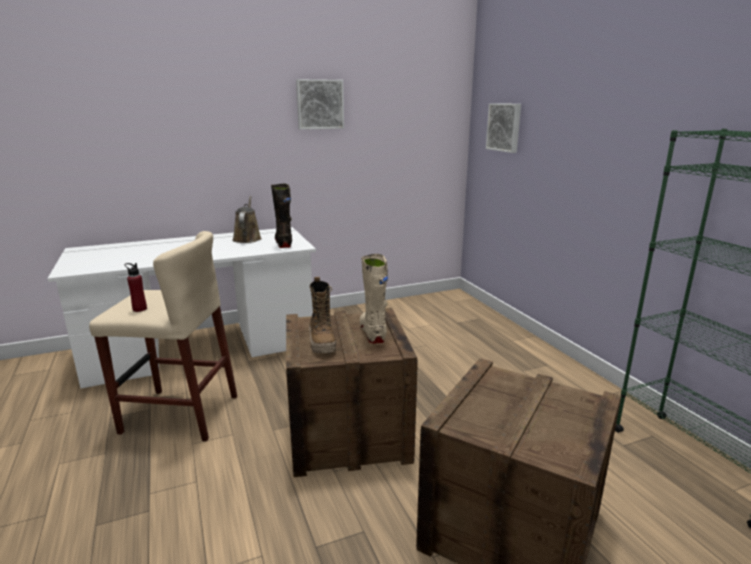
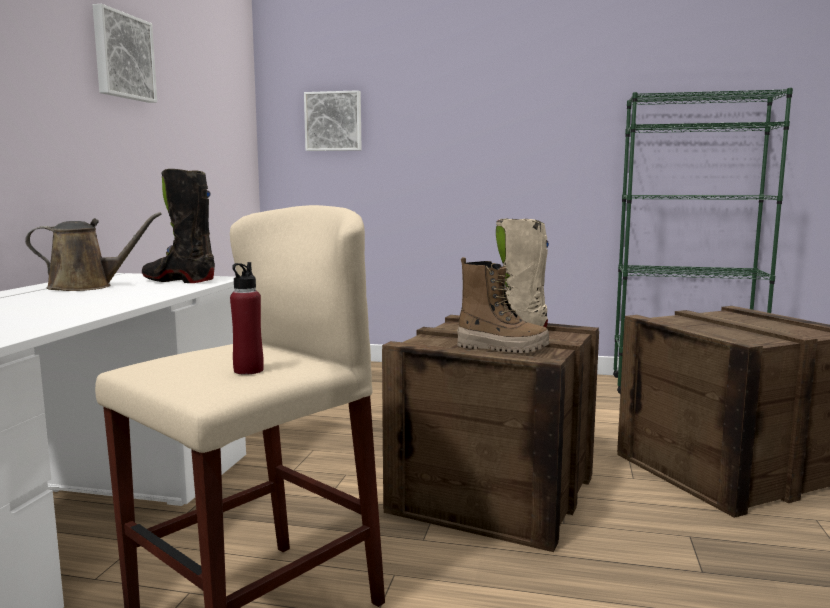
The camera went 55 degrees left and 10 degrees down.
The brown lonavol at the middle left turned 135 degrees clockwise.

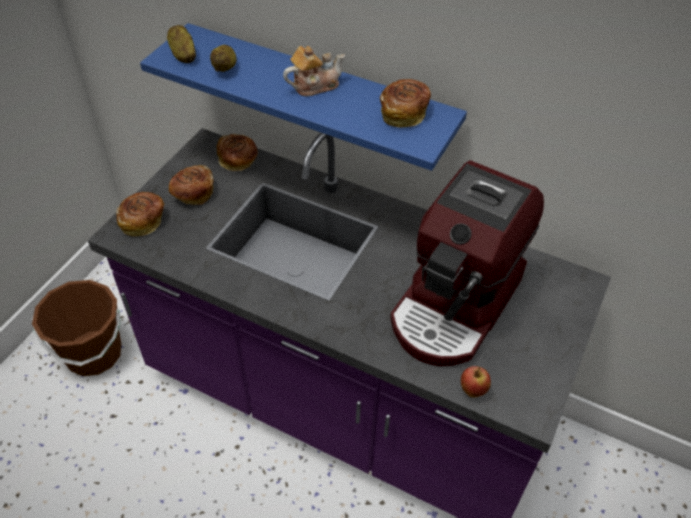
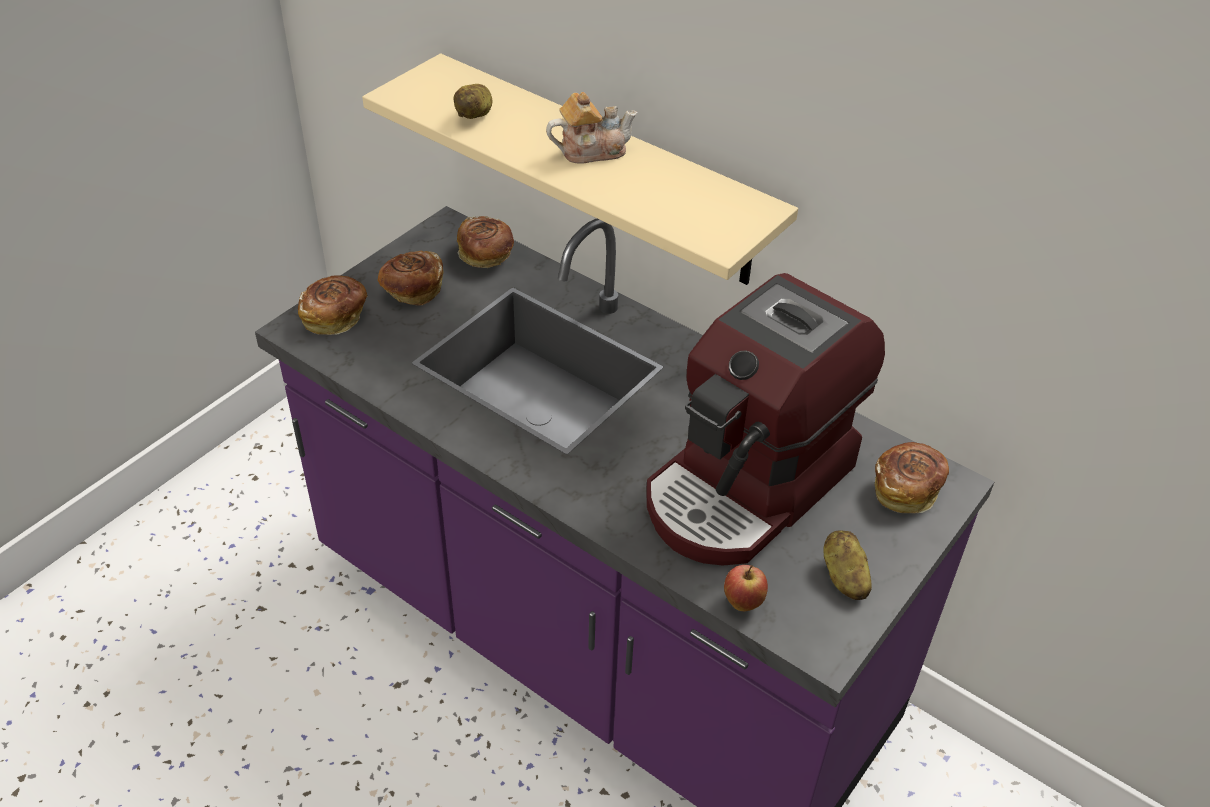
The camera went 10 degrees right and 5 degrees down.
The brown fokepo at the middle left disappeared.
The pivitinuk (1st from left in the first image) moved from the top left to the bottom right.
The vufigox (4th from left) moved from the top centre to the middle right.
The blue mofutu at the top centre became the beige mofutu at the top centre.

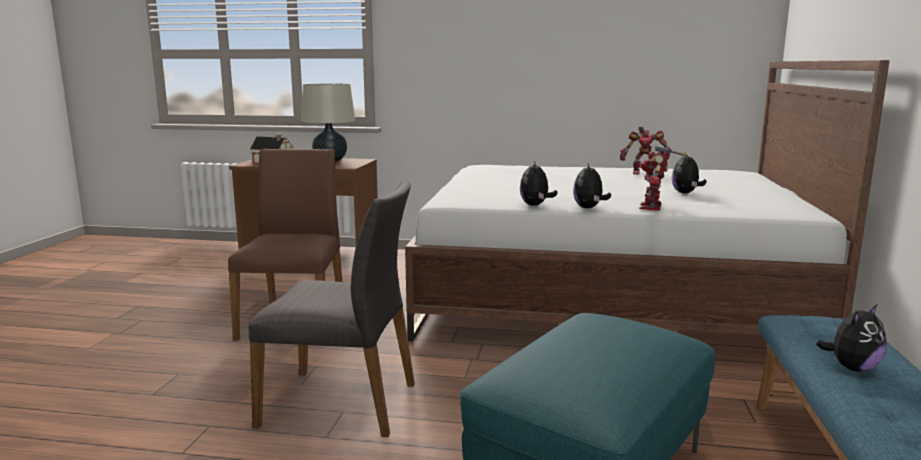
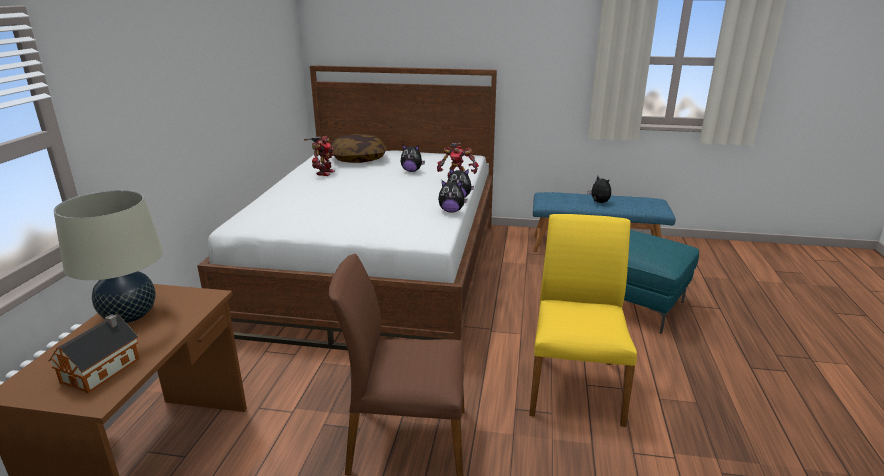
The camera went 90 degrees left and 10 degrees up.
The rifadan at the top centre appeared.
The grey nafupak at the bottom centre became the yellow nafupak at the bottom centre.

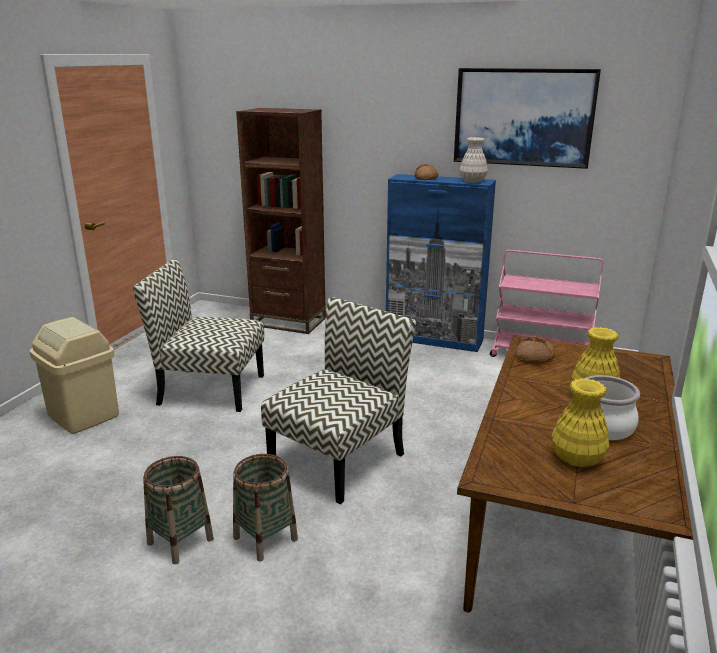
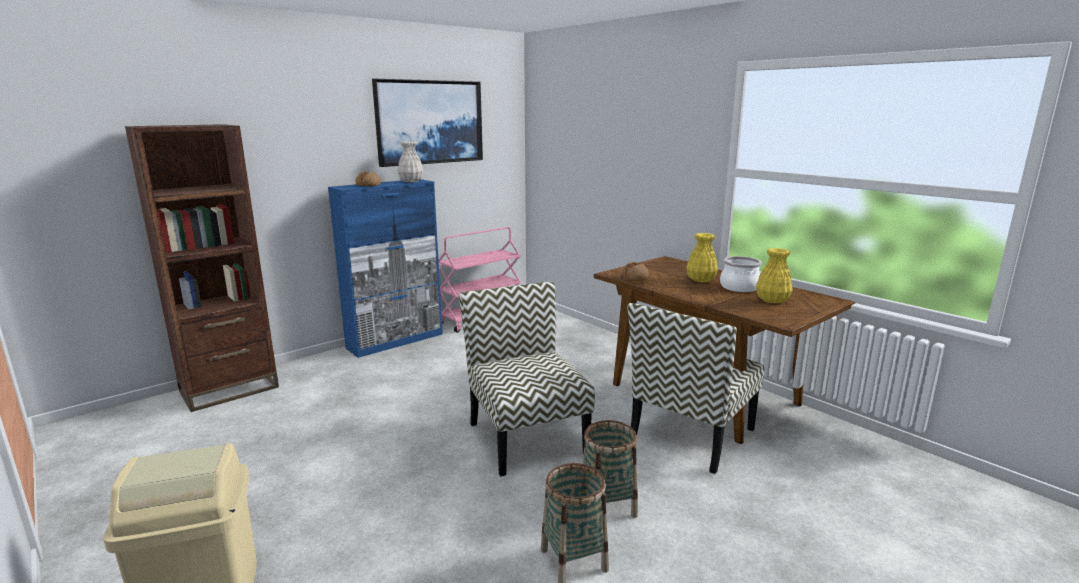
The camera went 60 degrees left and 5 degrees down.
The nafupak (1st from left in the first image) moved from the middle left to the centre.

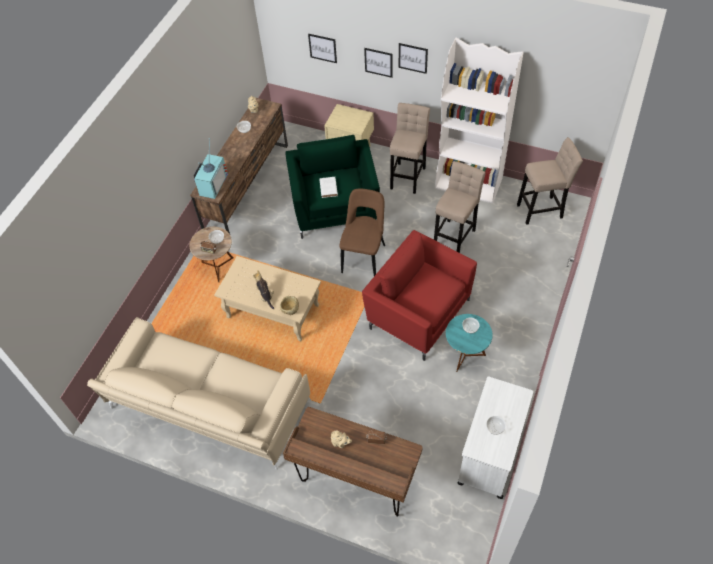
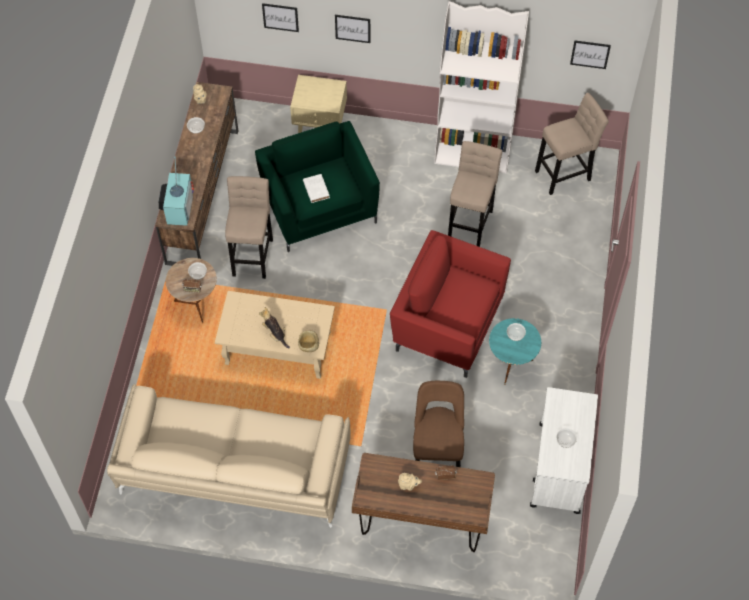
The camera went 15 degrees left and 5 degrees up.
The brown nafupak moved from the centre to the bottom centre.
The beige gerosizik (1st from left) moved from the top centre to the middle left.
The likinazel (3rd from left) moved from the top centre to the top right.

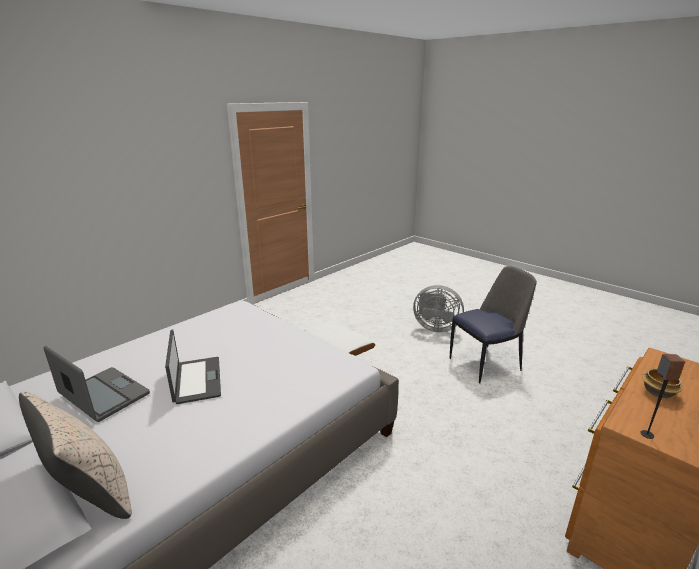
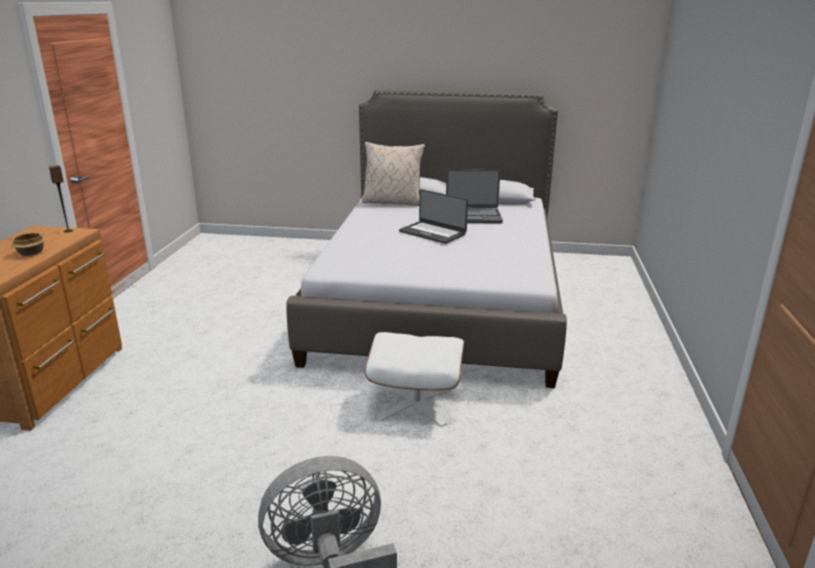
The camera went 145 degrees right and 0 degrees up.
The nafupak at the middle right disappeared.

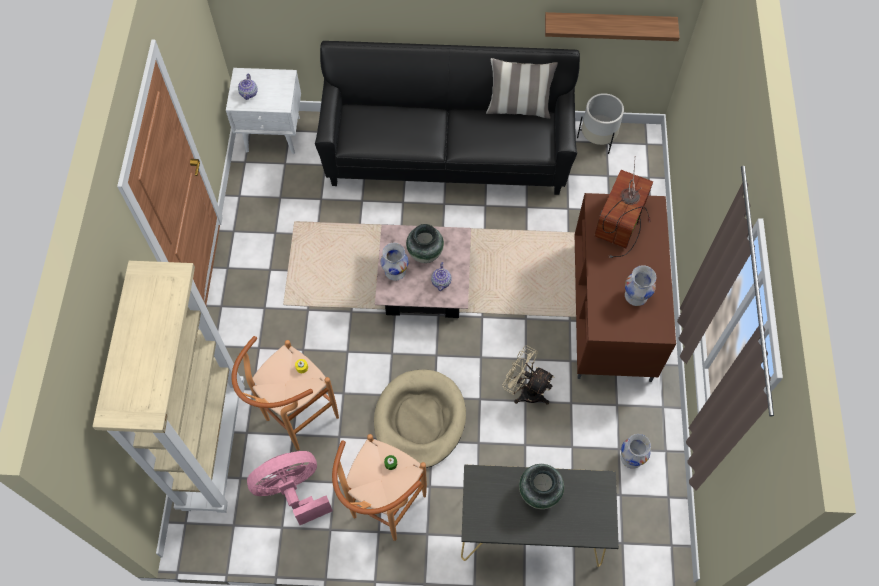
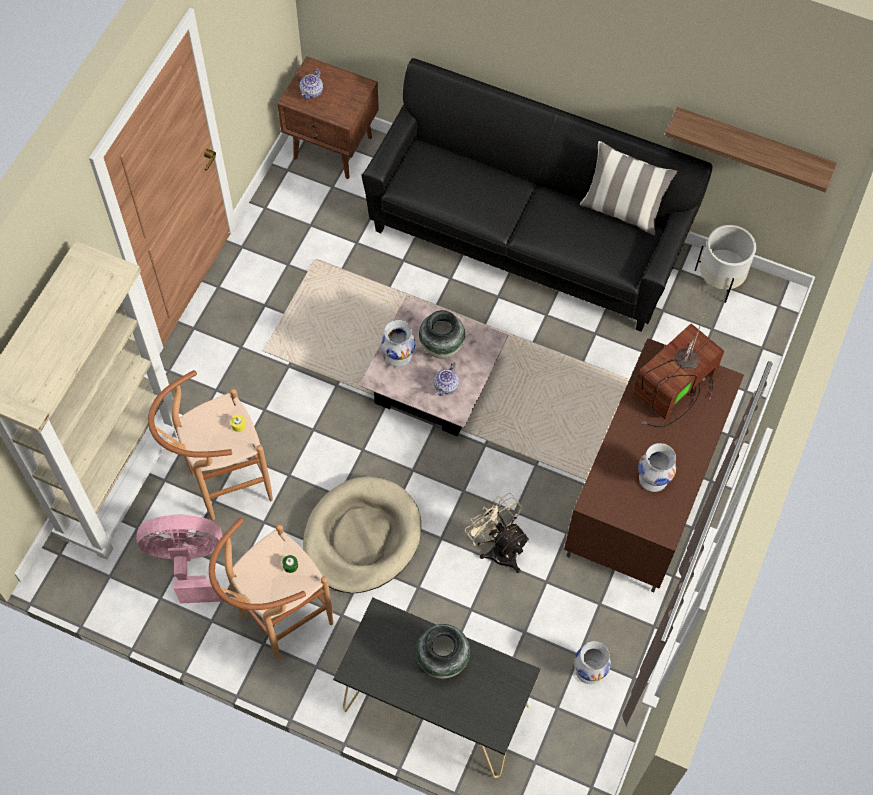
The camera went 20 degrees right and 0 degrees up.
The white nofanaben at the top left became the brown nofanaben at the top centre.

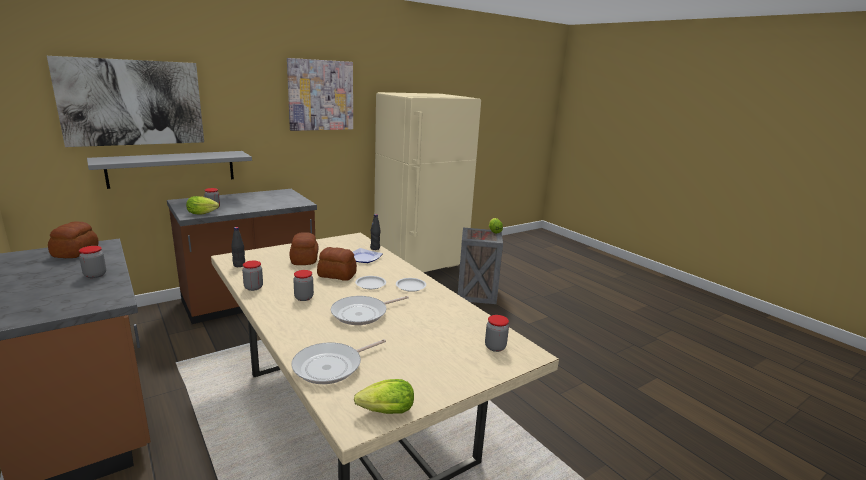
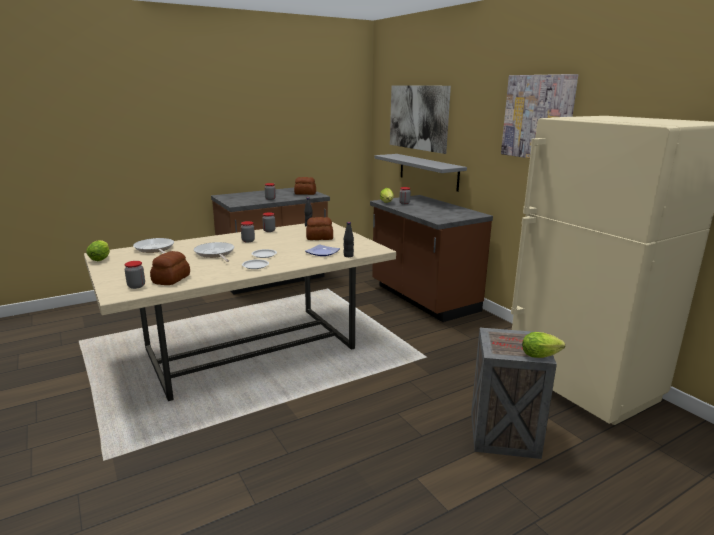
The camera went 95 degrees right and 0 degrees up.
The vufigox (3rd from left in the first image) moved from the centre to the middle left.

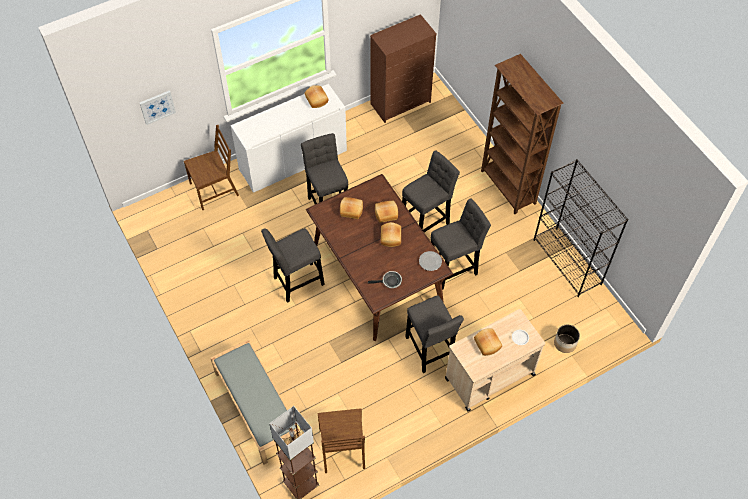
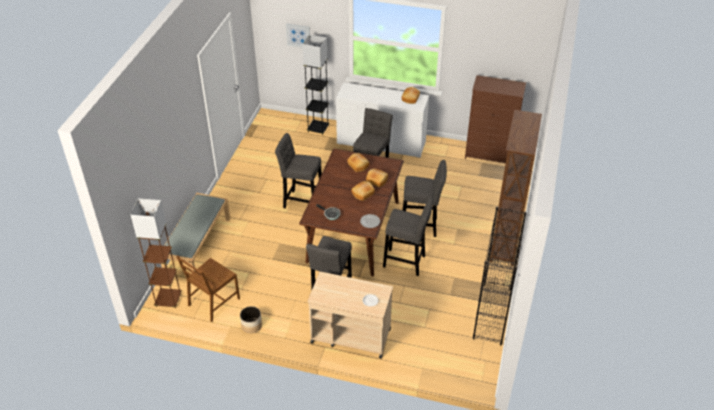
The camera went 45 degrees right and 15 degrees down.
The vufigox (5th from left) at the bottom centre disappeared.
The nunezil moved from the bottom right to the bottom centre.
The brown nafupak (1st from left) at the middle left was replaced by the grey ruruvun at the top centre.

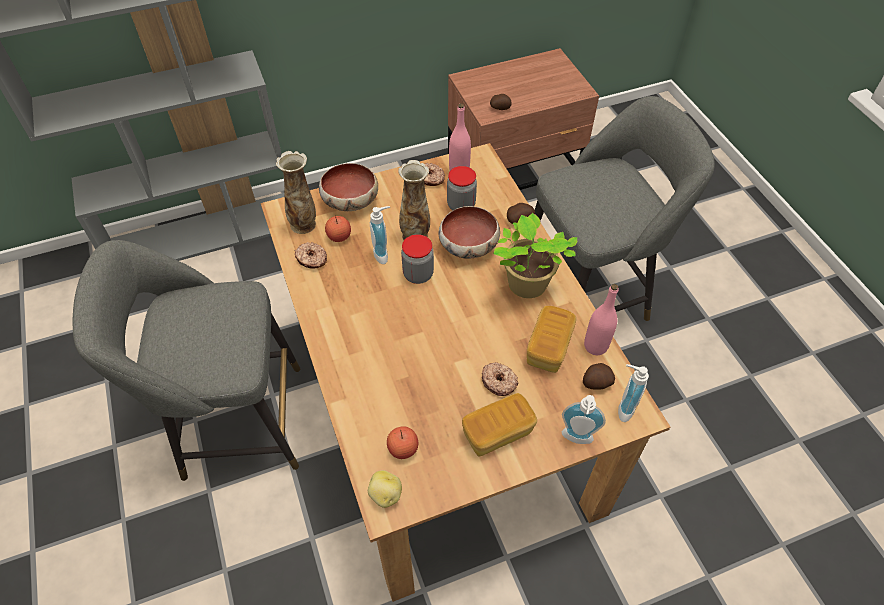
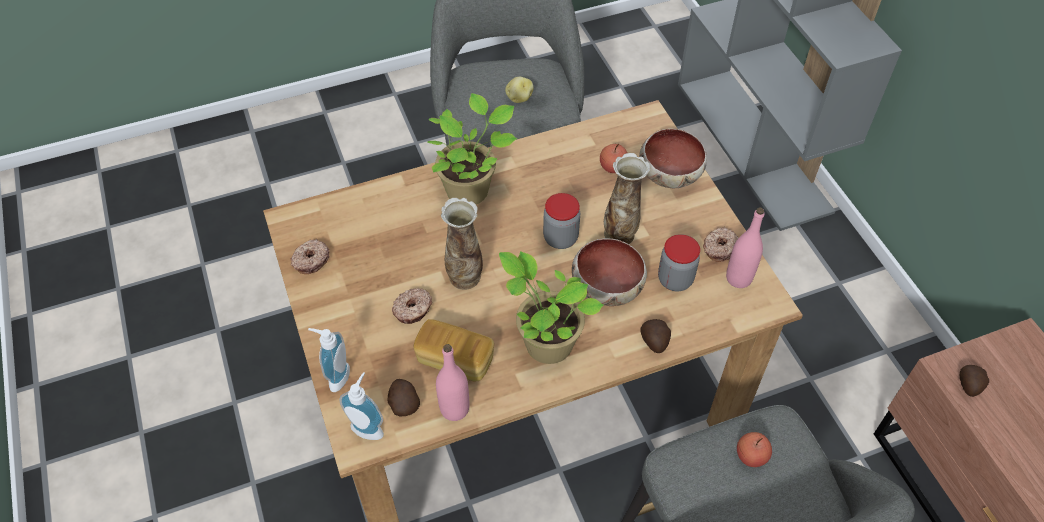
The camera went 90 degrees right and 0 degrees up.
The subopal (1st from left) at the centre disappeared.
The vufigox (1st from left) at the bottom centre disappeared.
The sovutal (1st from left) at the top centre appeared.
The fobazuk (1st from left) moved from the top centre to the centre.
The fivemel (1st from left) moved from the centre to the middle left.
The pivitinuk (1st from left in the first image) moved from the bottom centre to the top centre.
The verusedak (2nd from left) moved from the bottom centre to the bottom right.

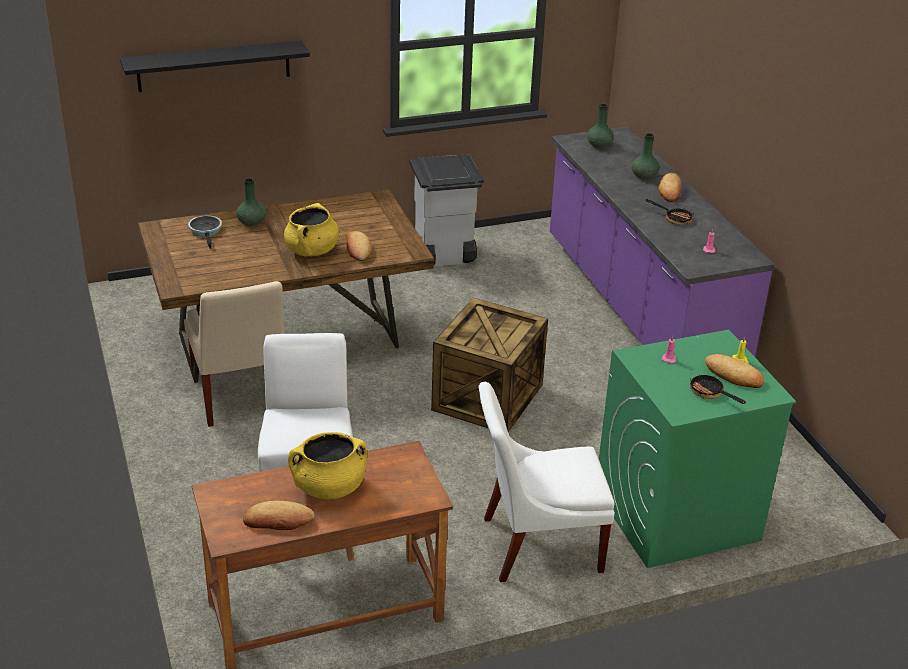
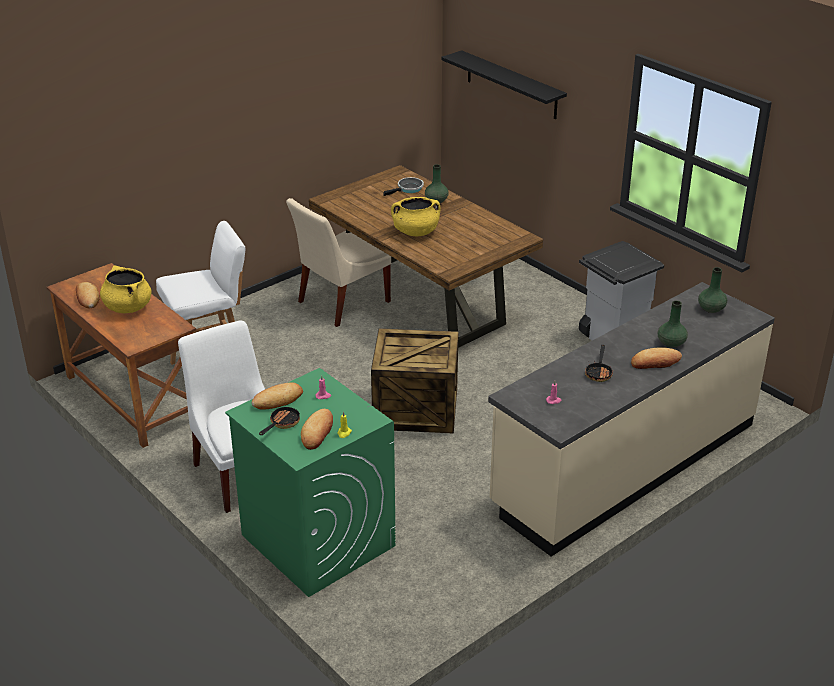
The camera went 70 degrees right and 0 degrees up.
The vufigox (2nd from left) moved from the centre to the middle left.
The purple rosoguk at the middle right became the beige rosoguk at the middle right.

